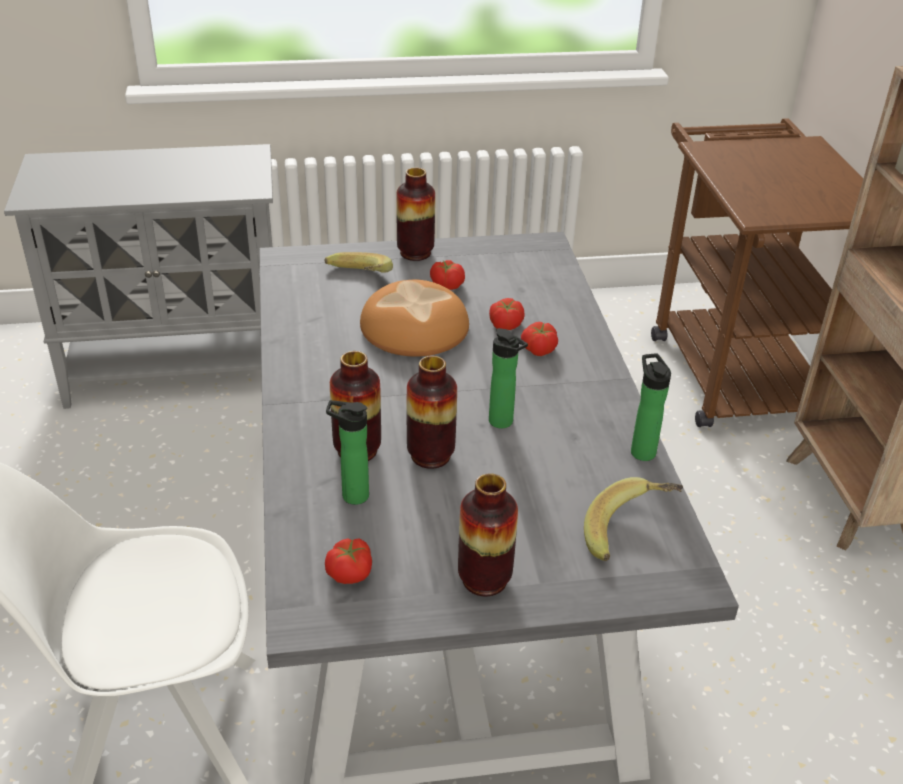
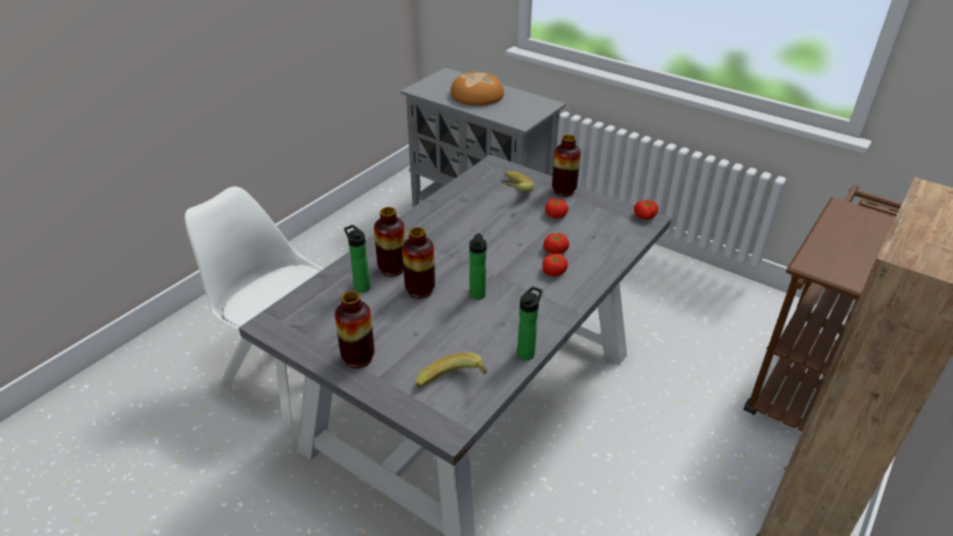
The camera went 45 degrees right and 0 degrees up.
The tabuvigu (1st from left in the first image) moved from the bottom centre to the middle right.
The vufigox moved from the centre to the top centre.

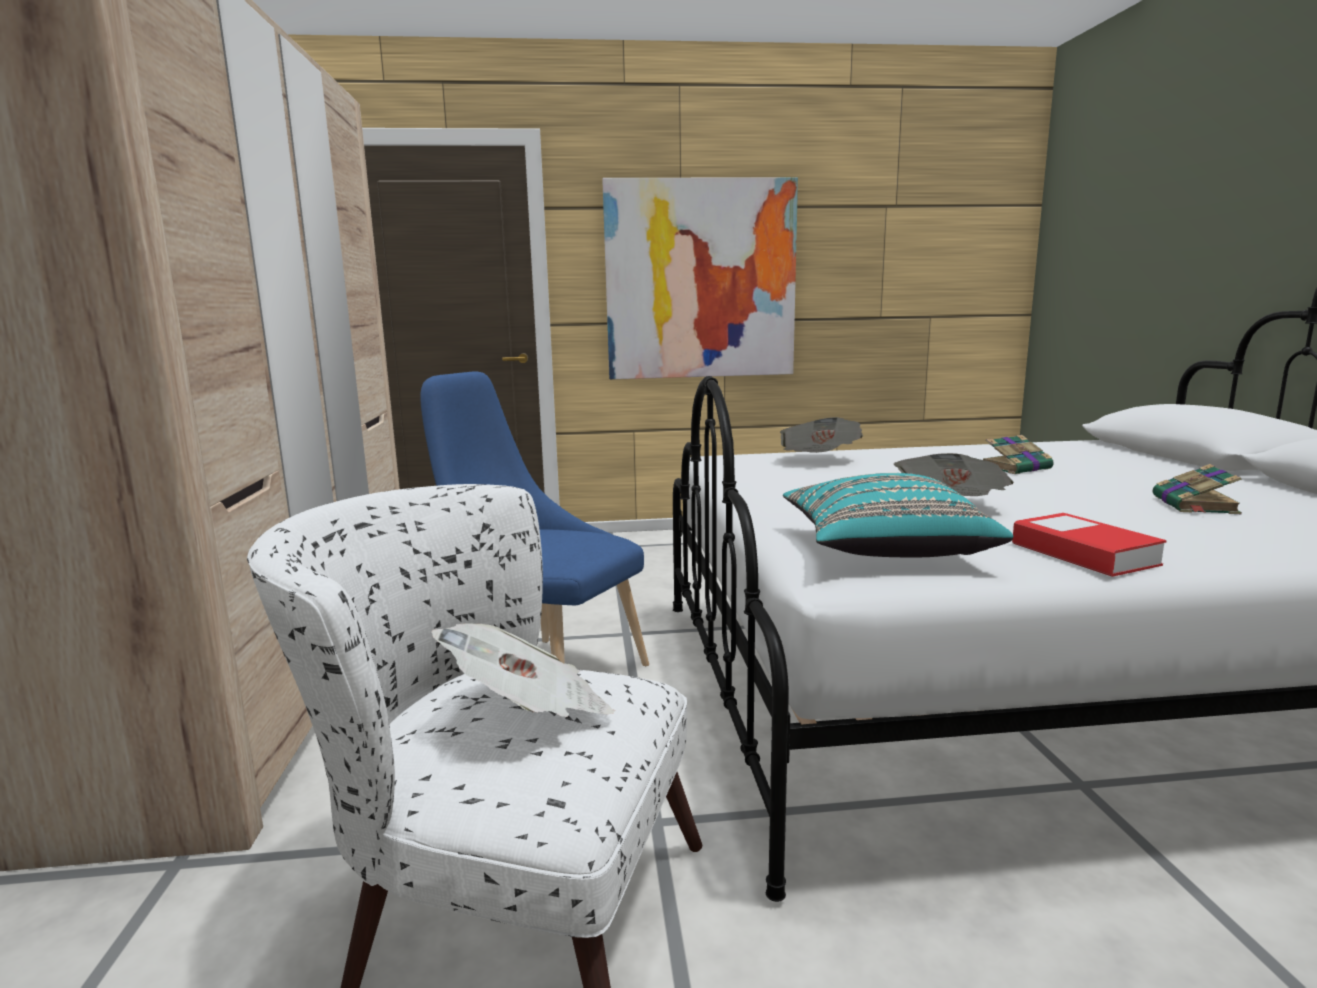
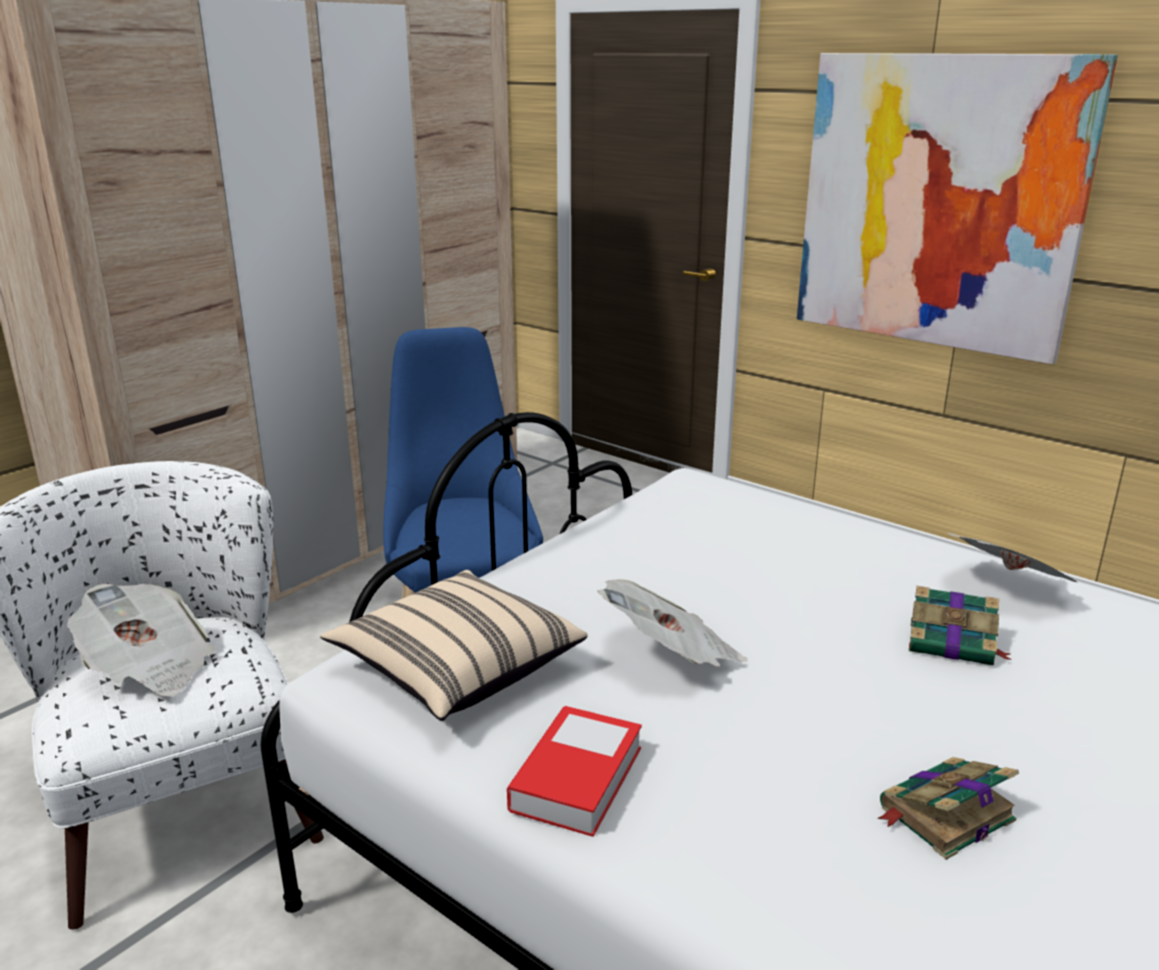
The camera went 45 degrees right and 10 degrees up.
The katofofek (2nd from left in the first image) moved from the centre to the middle right.
The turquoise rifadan at the middle right became the beige rifadan at the centre.

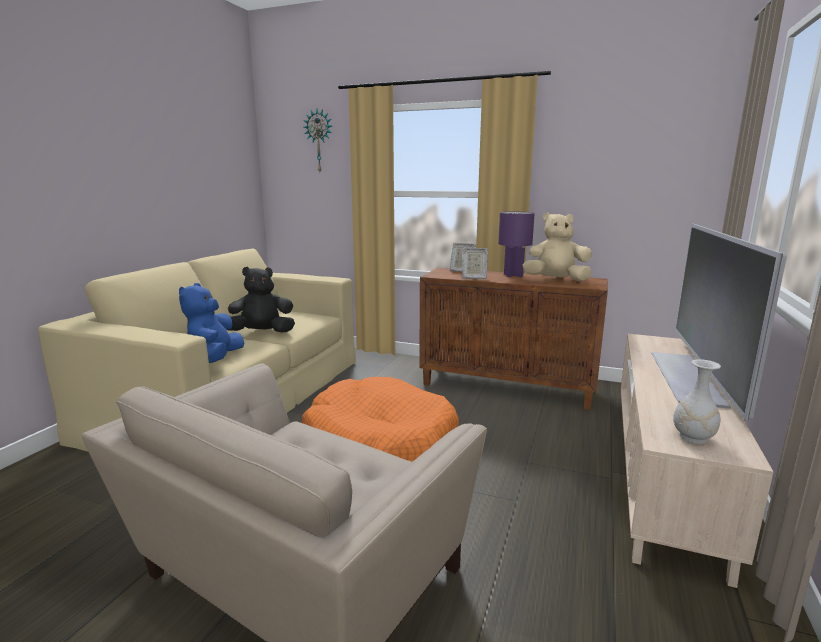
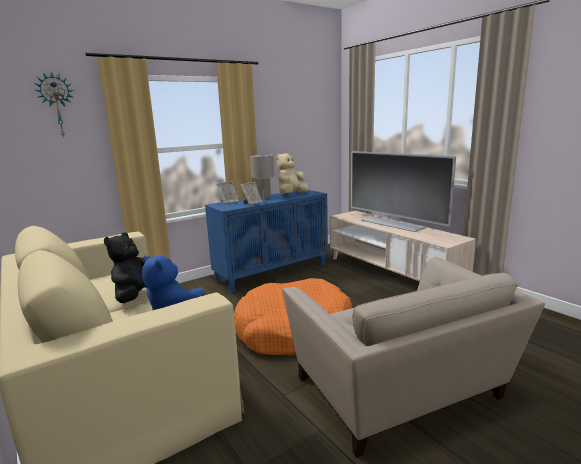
The camera went 55 degrees left and 0 degrees up.
The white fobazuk at the middle right disappeared.
The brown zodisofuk at the centre became the blue zodisofuk at the centre.
The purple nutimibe at the centre became the grey nutimibe at the centre.

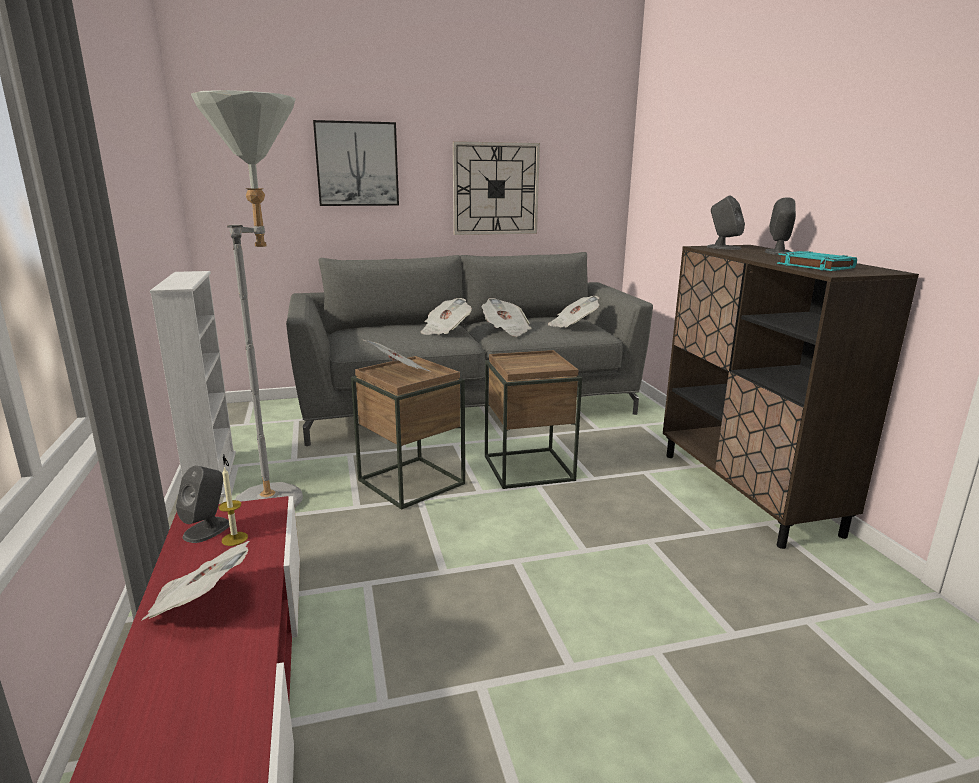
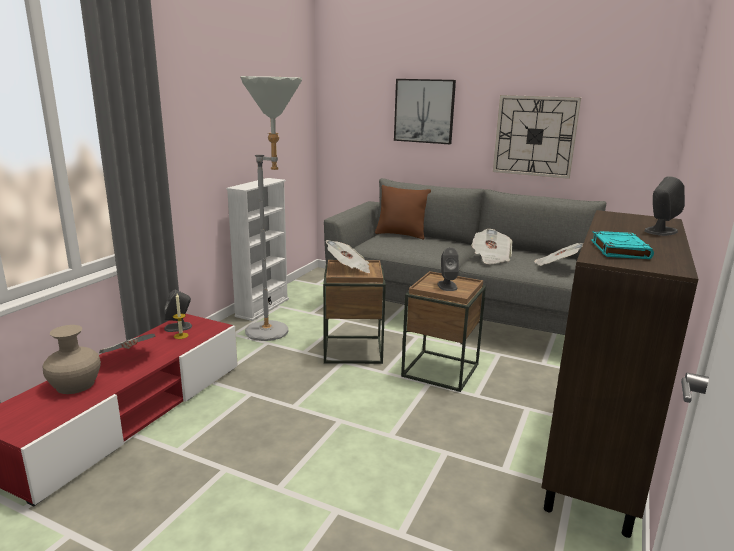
The camera went 40 degrees right and 0 degrees up.
The katofofek (3rd from left) at the centre disappeared.
The beige fobazuk at the middle left appeared.
The brown rifadan at the centre appeared.
The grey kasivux (2nd from left) moved from the top right to the centre.

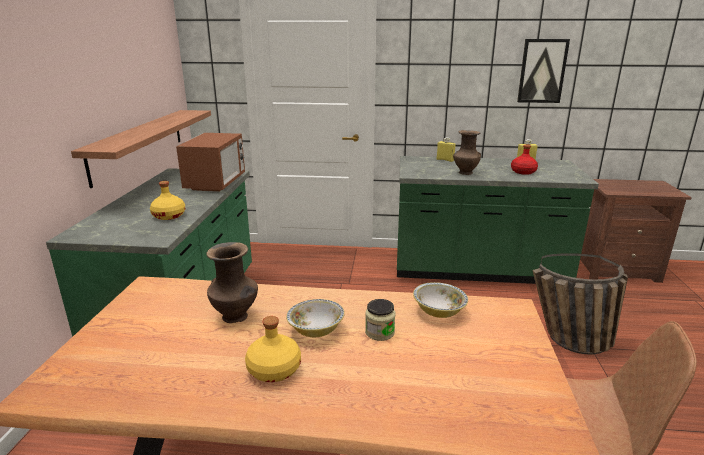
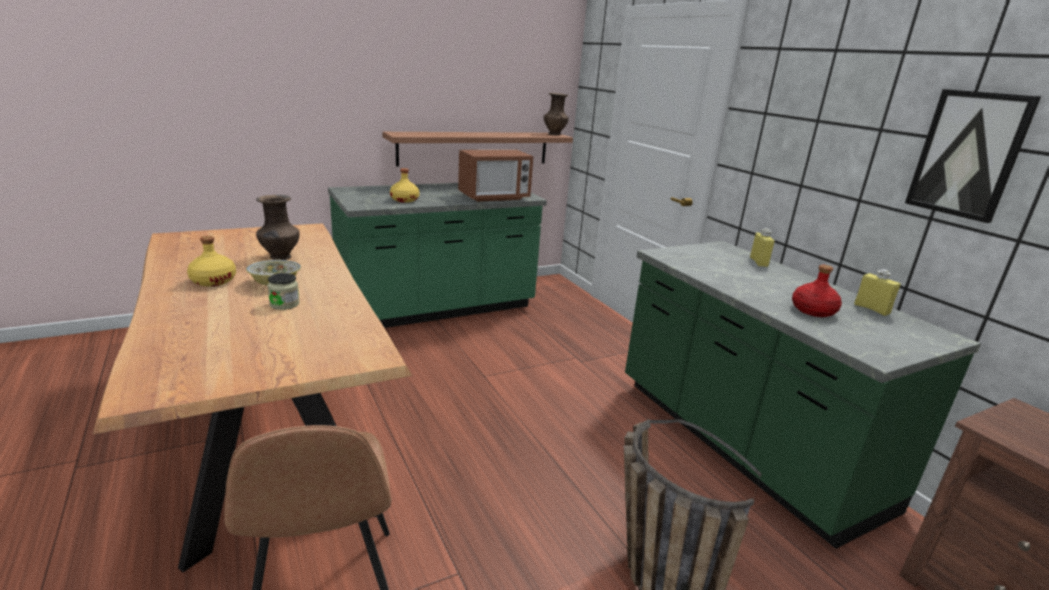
The camera went 55 degrees right and 0 degrees up.
The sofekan (2nd from left) at the centre disappeared.
The brown fobazuk (2nd from left) moved from the centre to the top centre.

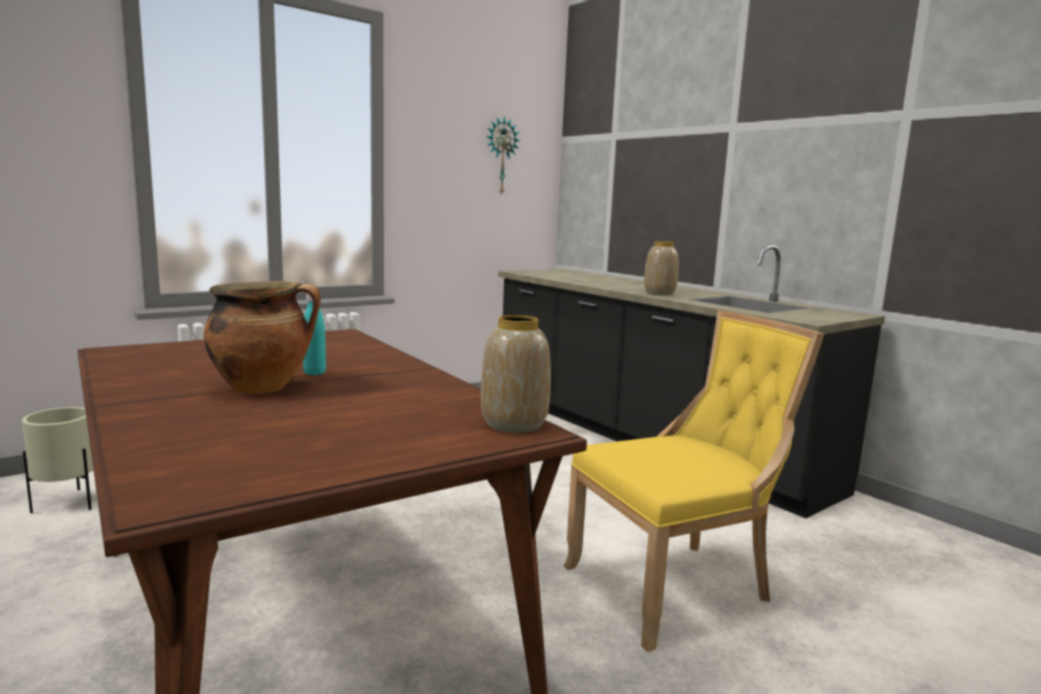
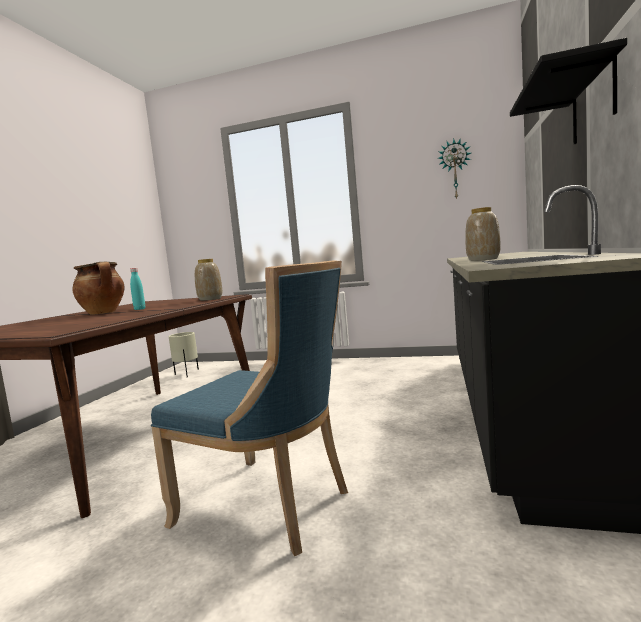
The camera went 55 degrees right and 5 degrees down.
The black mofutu at the top right appeared.
The fobazuk (1st from left) moved from the centre to the middle left.
The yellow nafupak at the bottom centre became the blue nafupak at the centre.

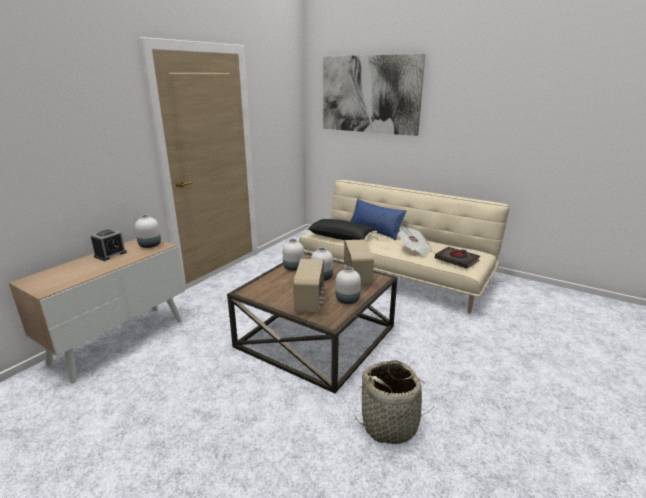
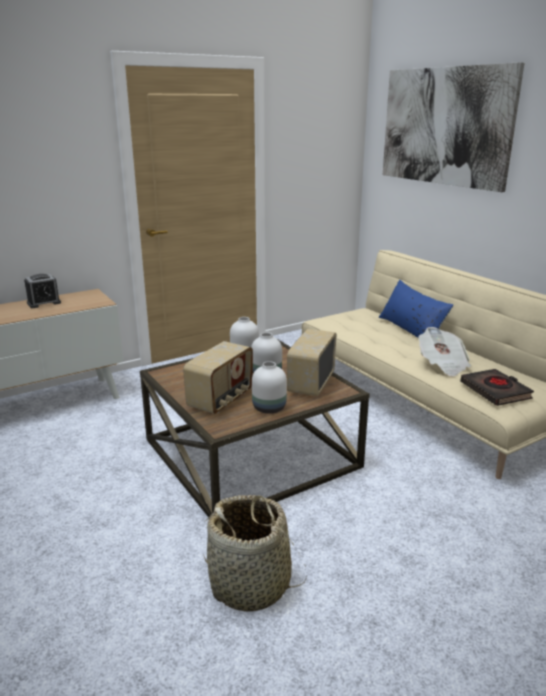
The camera went 25 degrees right and 0 degrees up.
The white fobazuk (1st from left) at the middle left disappeared.
The black rifadan at the centre disappeared.

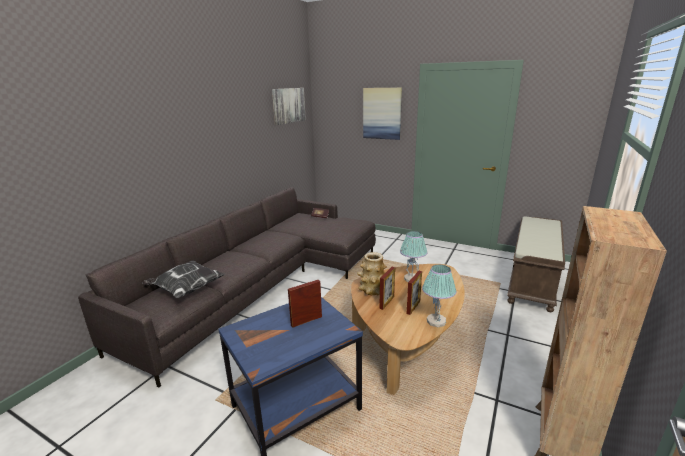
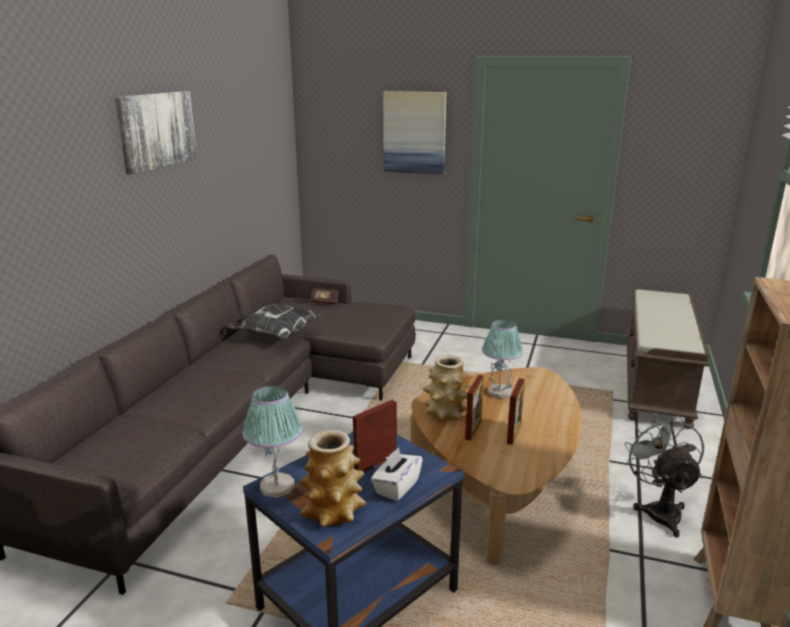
The camera went 10 degrees left and 0 degrees up.
The fobazuk (1st from left) at the bottom centre appeared.
The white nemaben at the bottom centre appeared.
The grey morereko at the bottom right appeared.
The rifadan moved from the middle left to the centre.
The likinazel (1st from left) moved from the top centre to the top left.
The nutimibe (2nd from left in the first image) moved from the centre to the bottom centre.

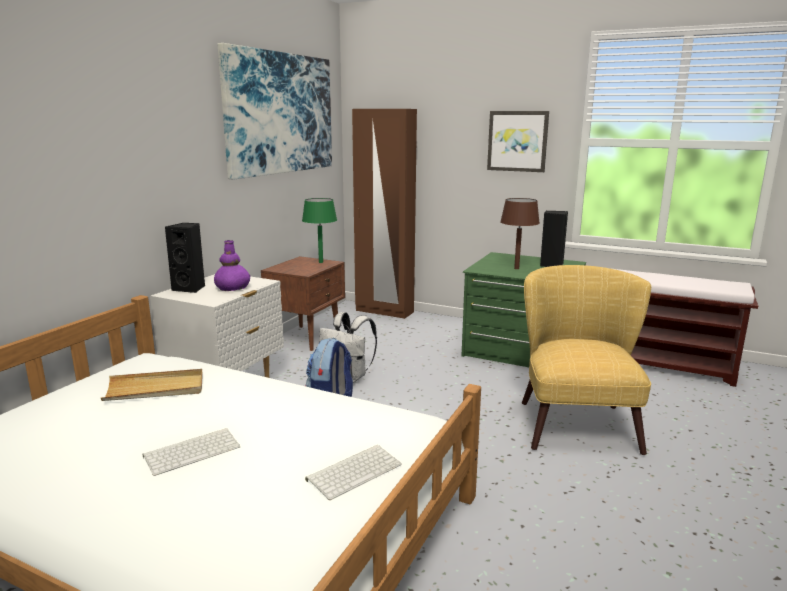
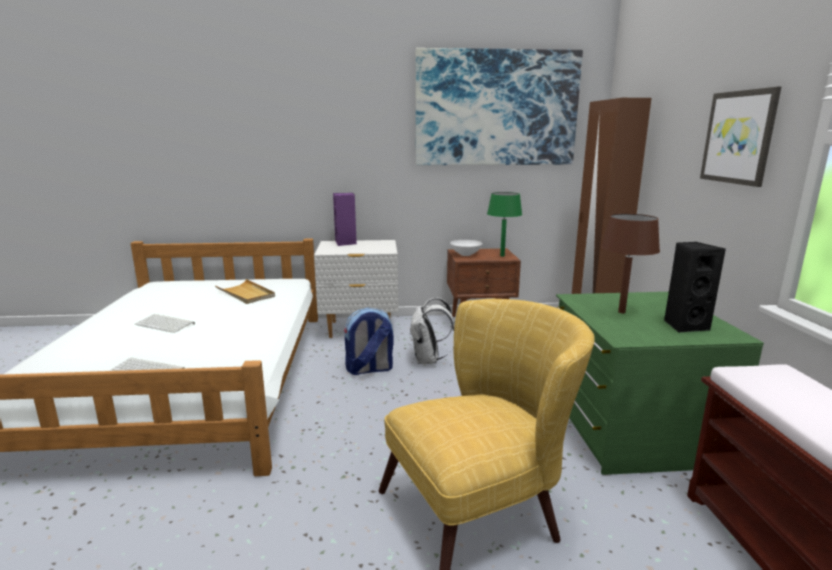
The camera went 60 degrees right and 0 degrees up.
The purple fobazuk at the middle left disappeared.
The white sofekan at the centre appeared.
The black kasivux (1st from left) at the middle left became the purple kasivux at the centre.

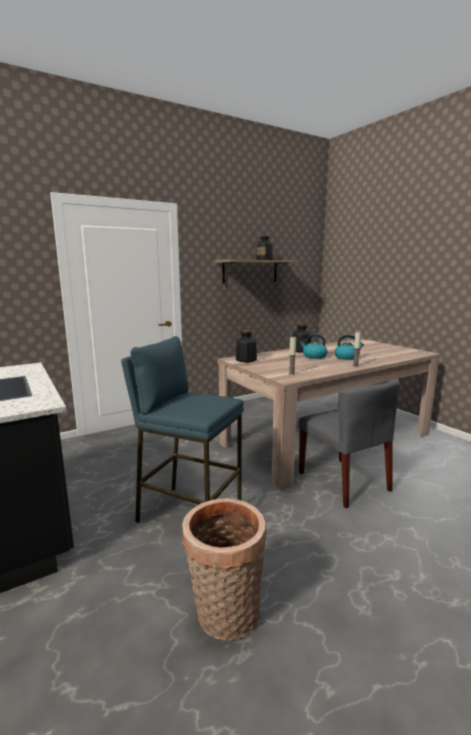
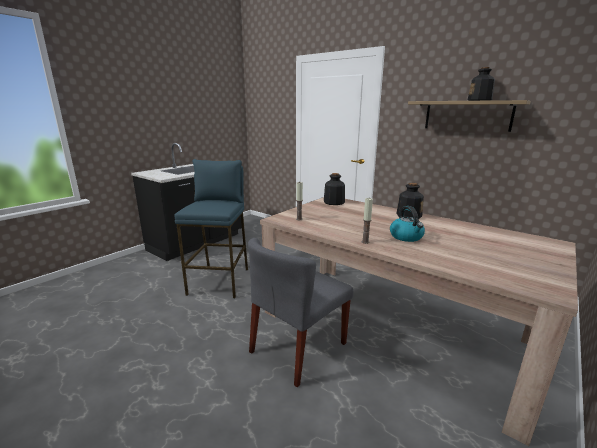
The camera went 70 degrees right and 5 degrees up.
The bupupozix at the bottom centre disappeared.
The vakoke (1st from left) at the middle right disappeared.

